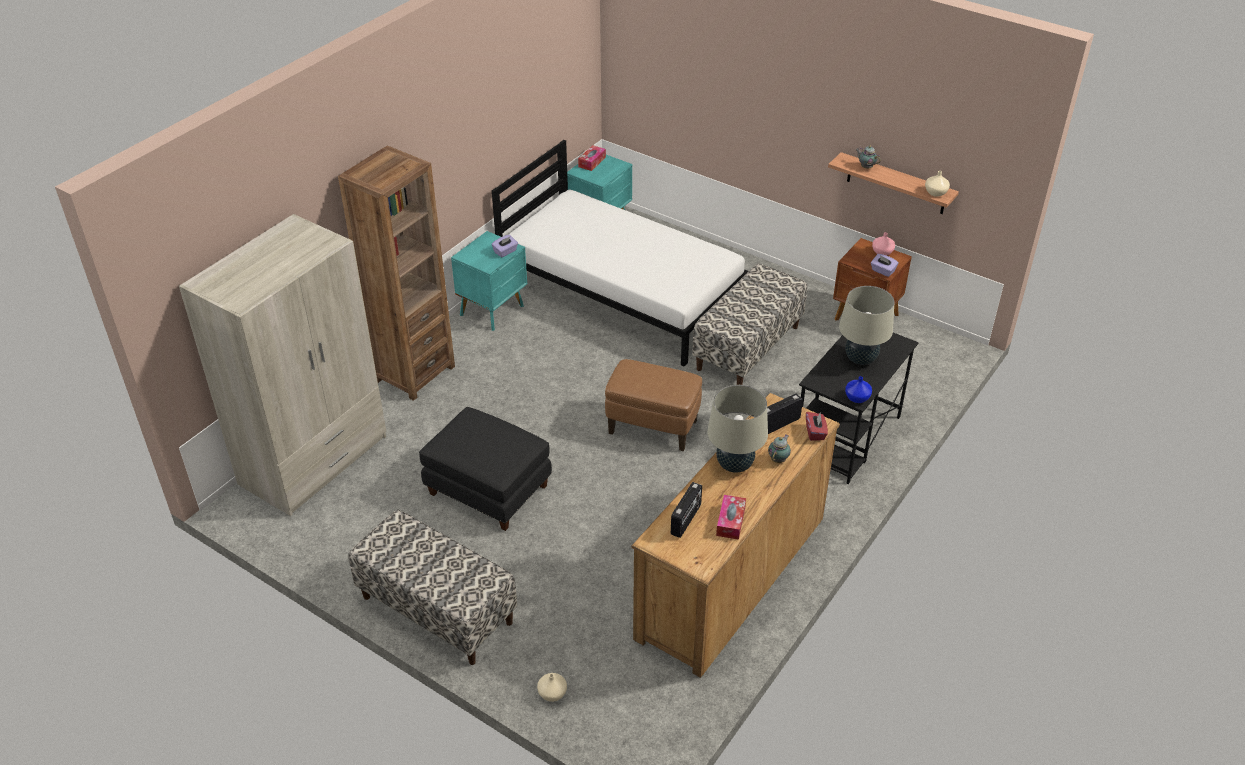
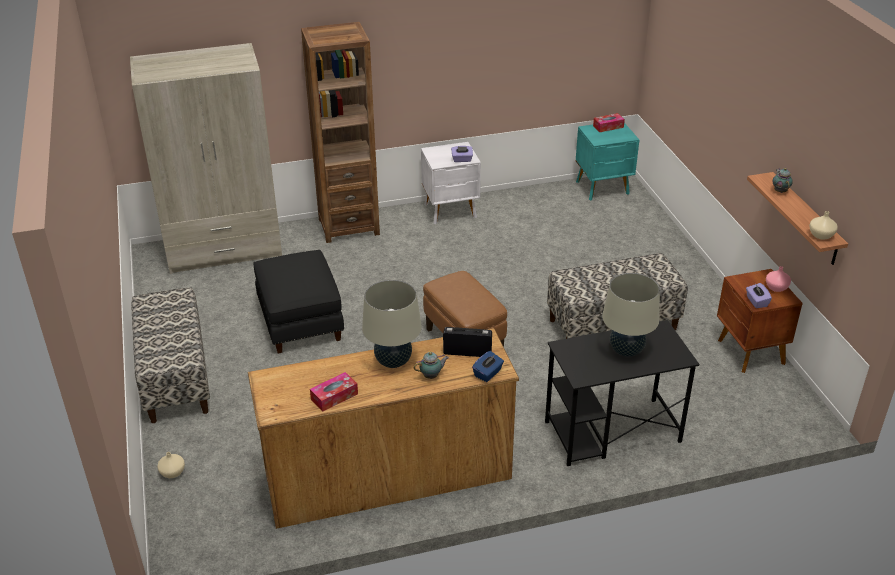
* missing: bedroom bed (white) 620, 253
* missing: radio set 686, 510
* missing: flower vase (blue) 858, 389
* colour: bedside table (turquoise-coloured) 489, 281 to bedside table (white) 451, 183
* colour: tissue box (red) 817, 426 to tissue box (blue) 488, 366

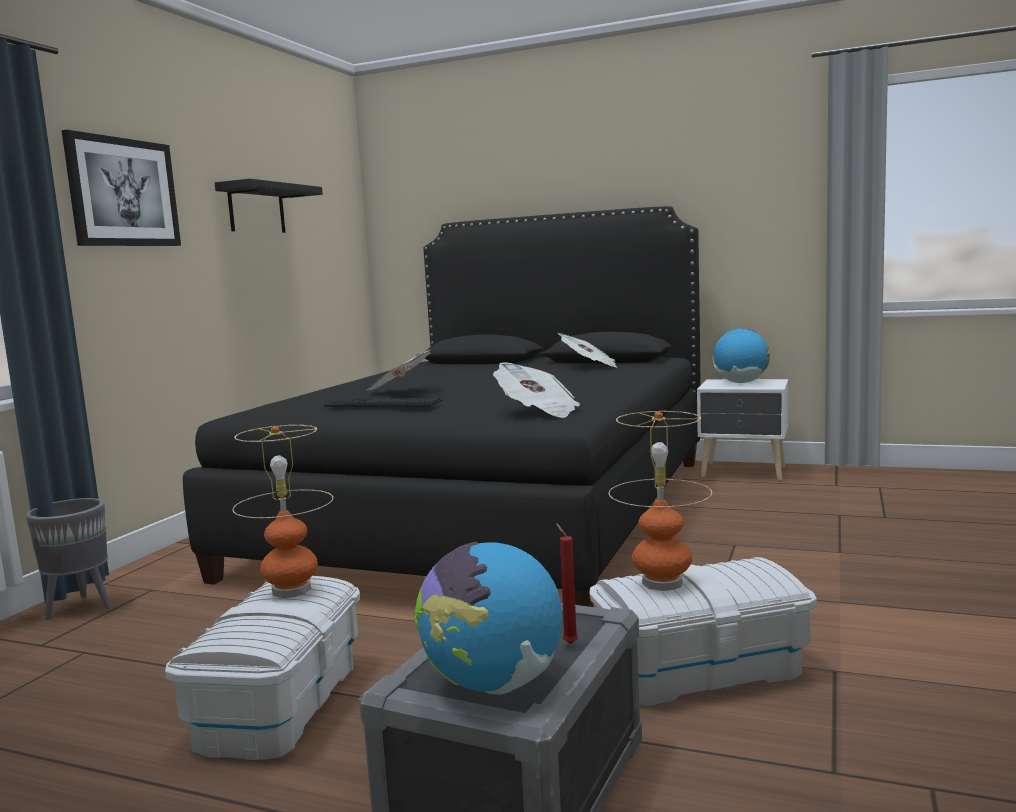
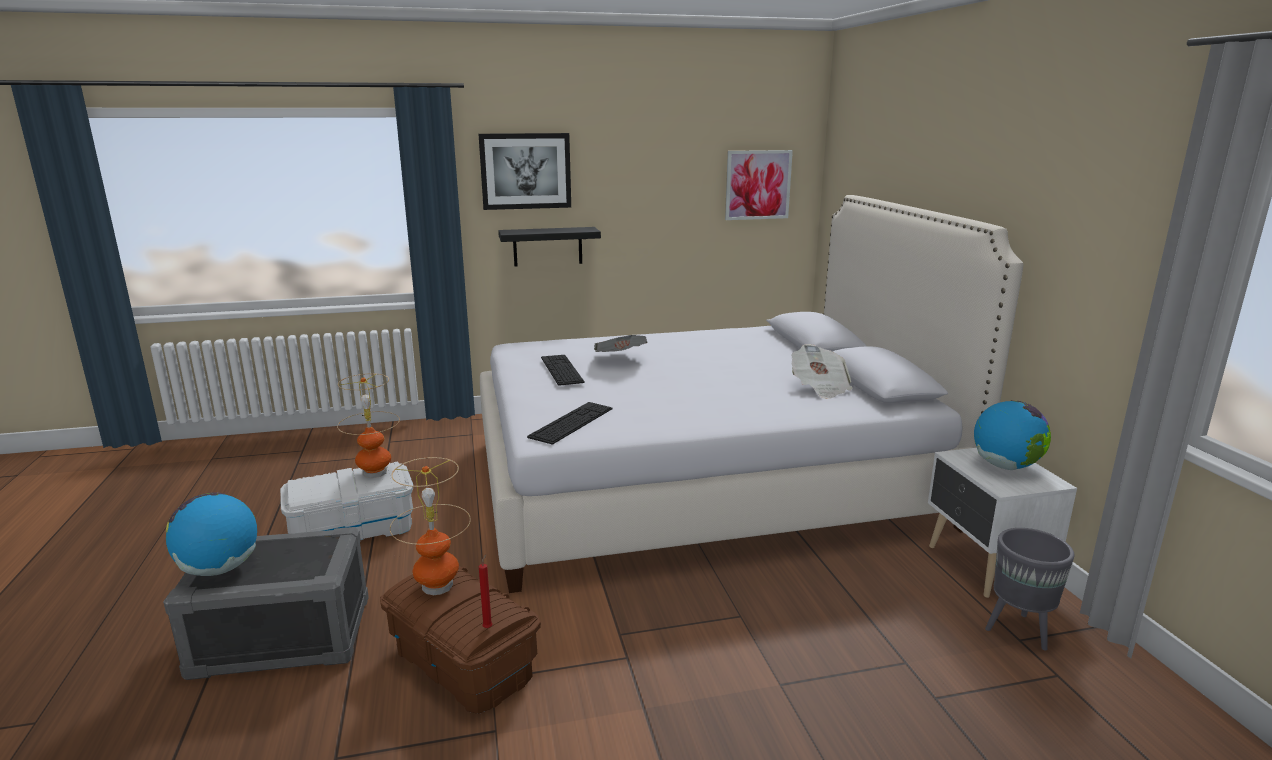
* appeared: wall art 759, 185
* relocated: plant pot (greyish) 68, 559 to 1030, 589
* relocated: bracket shelf (black) 269, 205 to 549, 247
* relocated: wax candle (red) 567, 583 to 486, 591
* exchanged: printed paper 536, 390 to PC keyboard 570, 423
* colour: bedroom bed (black) 441, 406 to bedroom bed (white) 751, 394
* colour: storage container (white) 703, 631 to storage container (brown-coloured) 460, 640

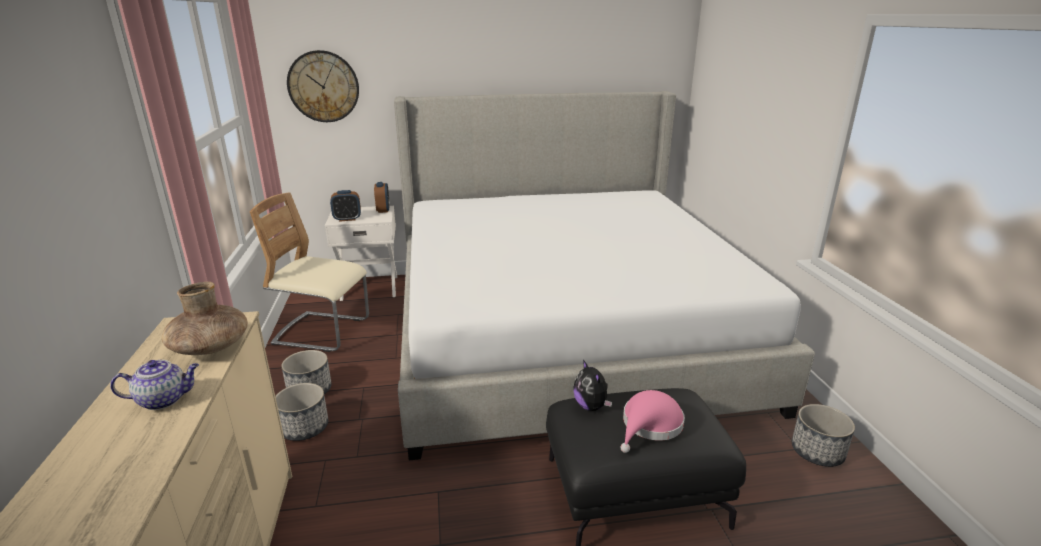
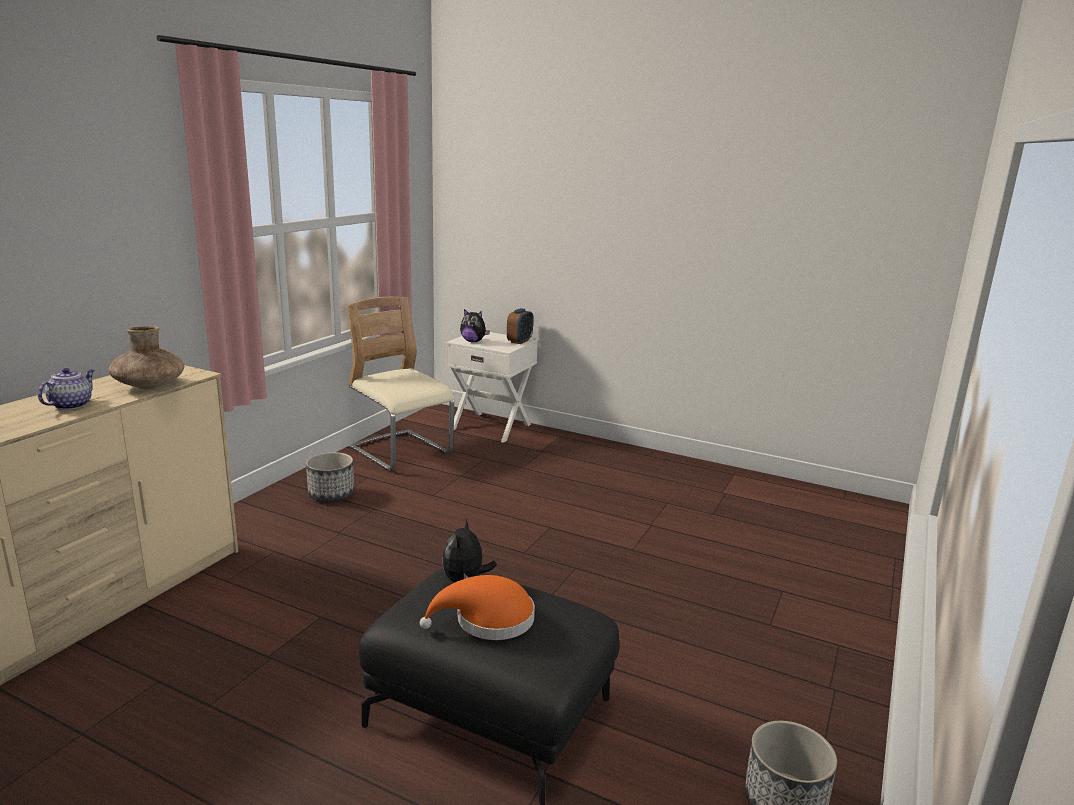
* missing: plant pot 301, 412
* missing: hanging clock 323, 86
* missing: bedroom bed 604, 275
* exchanged: bedside clock 345, 206 to soft toy 475, 325
* colour: hat (pink-coloured) 652, 421 to hat (orange-coloured) 477, 607
* spun: teapot 154, 385 = 66, 389 90 degrees counterclockwise

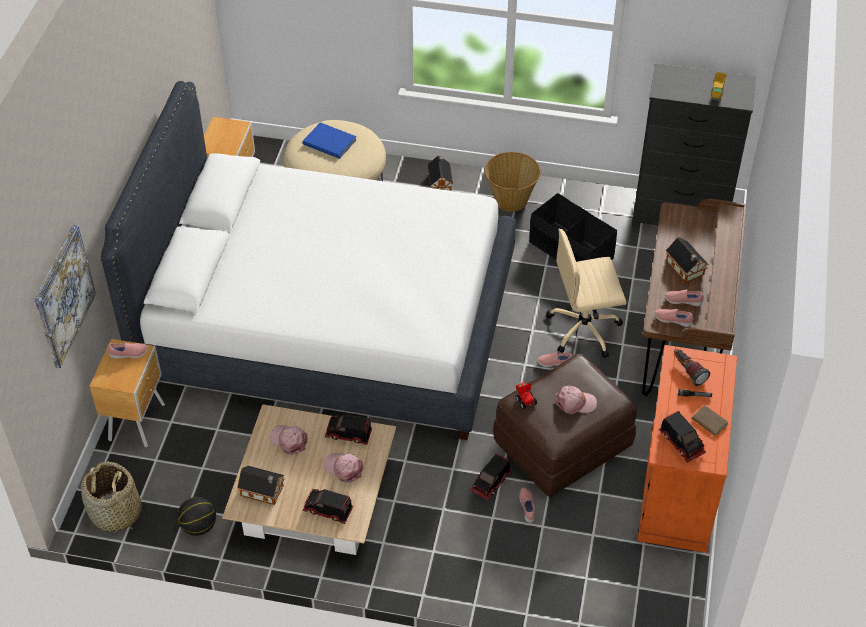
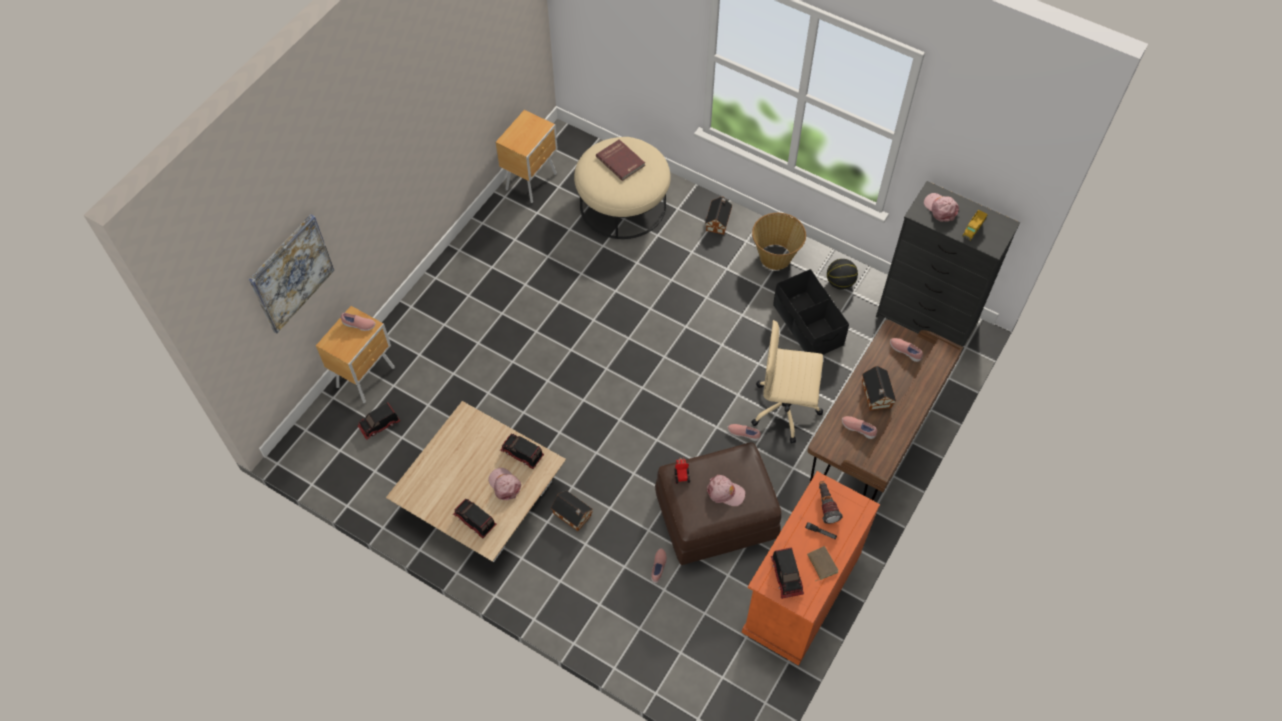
* missing: basket 111, 496
* missing: bedroom bed (white) 308, 260
* relocated: ball for basketball 196, 516 to 842, 274
* relocated: model house 261, 485 to 572, 510
* relocated: baseball cap (pink-coloured) 289, 440 to 941, 207
* relocated: toy lorry 491, 476 to 379, 421
* relocated: item of footwear (pink-coloured) 673, 318 to 906, 350
* colour: bound book (blue) 329, 140 to bound book (red) 620, 160

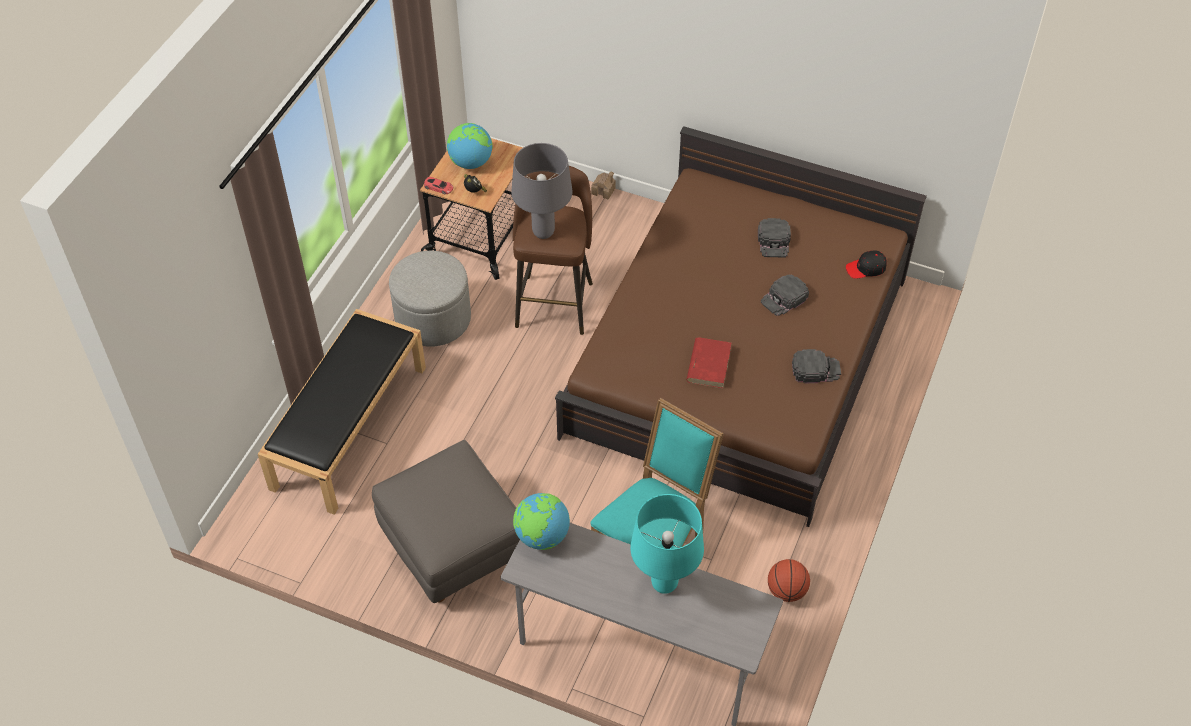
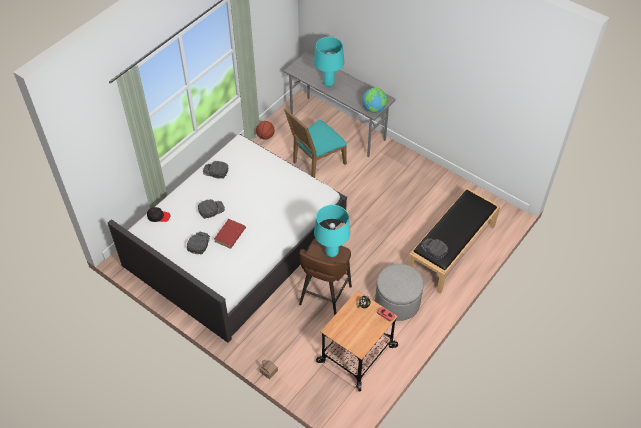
* missing: pouffe (greyish) 446, 521
* missing: desk globe 470, 146
* appeared: baseball cap (black) 434, 249
* relocated: bound book (red) 709, 362 to 230, 234
* colour: table lamp (greyish) 542, 191 to table lamp (turquoise-coloured) 332, 231
* colour: bedroom bed (brown-coloured) 741, 326 to bedroom bed (white) 227, 238

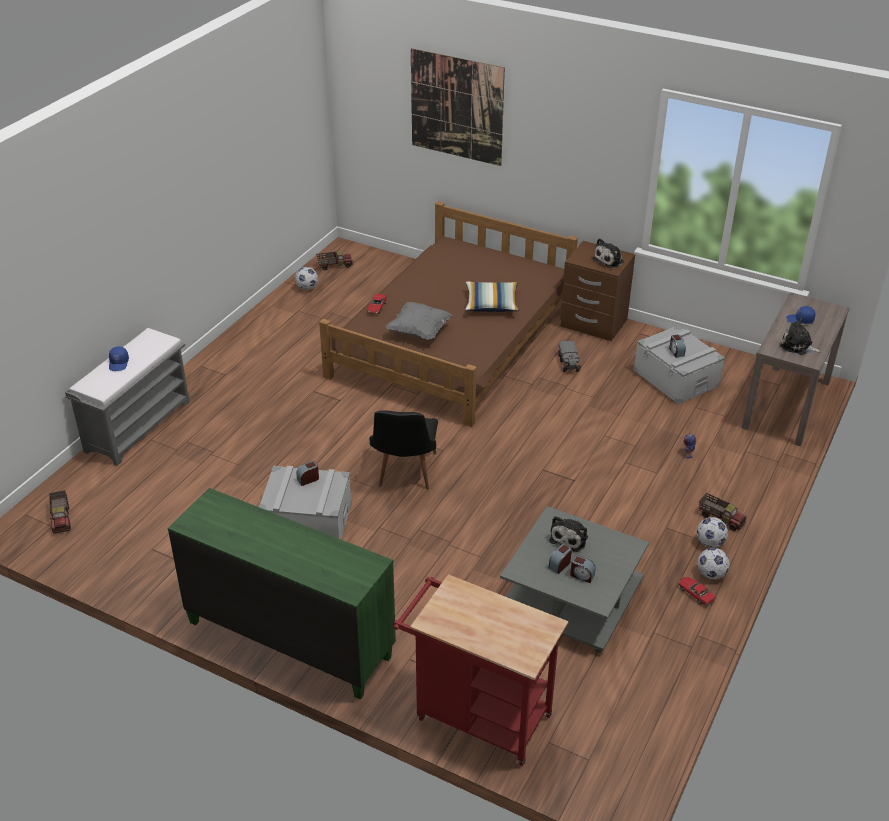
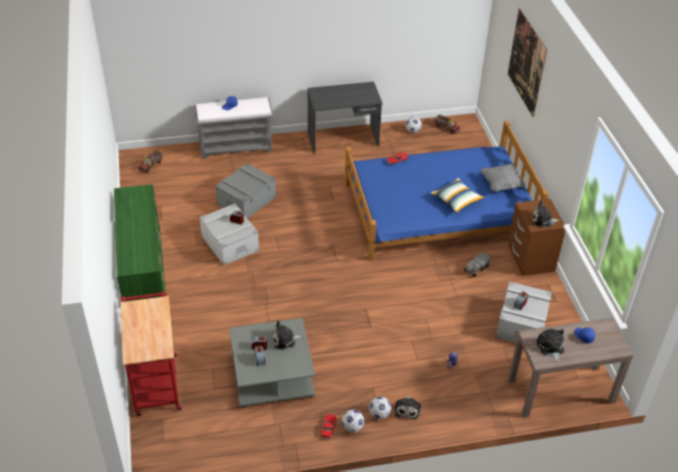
* missing: chair (black) 404, 450
* appeared: storage container (greyish) 245, 191
* appeared: desk (greyish) 345, 117
* relocated: pillow (greyish) 419, 321 to 503, 178
* exchanged: toy lorry 723, 512 to soft toy 408, 407
* colour: bedroom bed (brown-coloured) 448, 314 to bedroom bed (blue) 447, 191

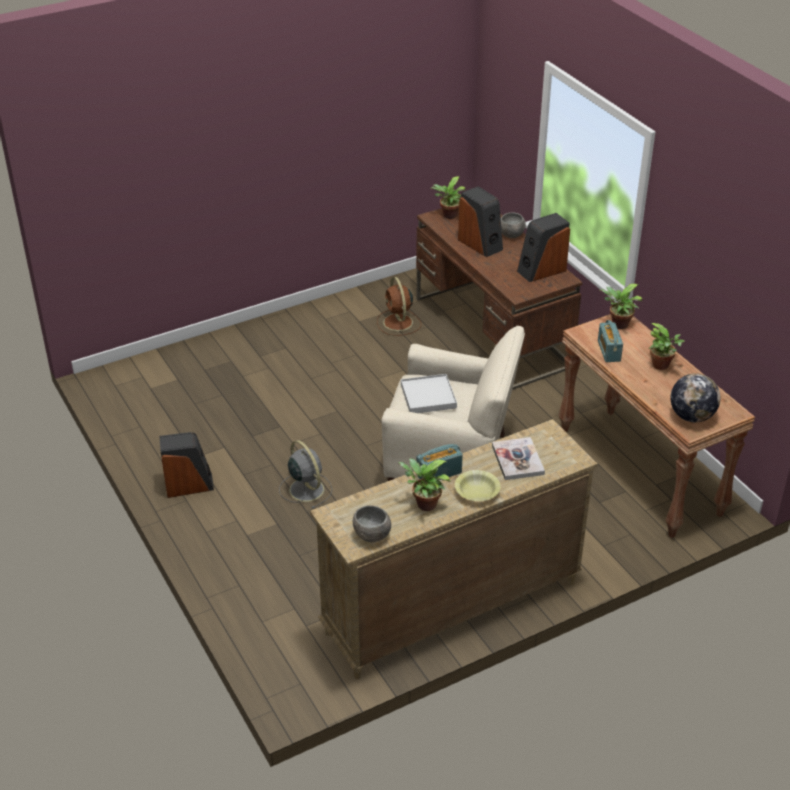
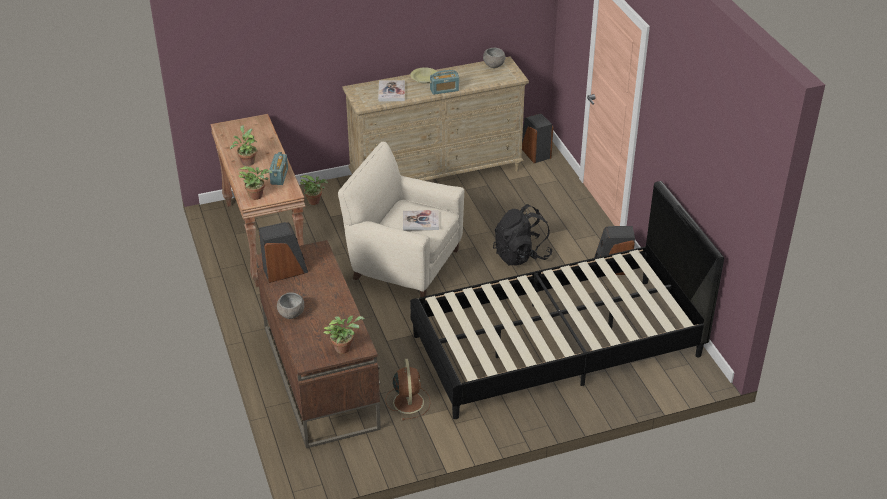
* missing: desk globe 695, 397
* appeared: bedroom bed (black) 567, 300
* relocated: houseplant 424, 484 to 314, 190
* relocated: loudspeaker 480, 221 to 537, 138
* exchanged: fan (greyish) 305, 474 to rucksack (black) 523, 235
* exchanged: carrying tray (white) 429, 393 to bound book 421, 220

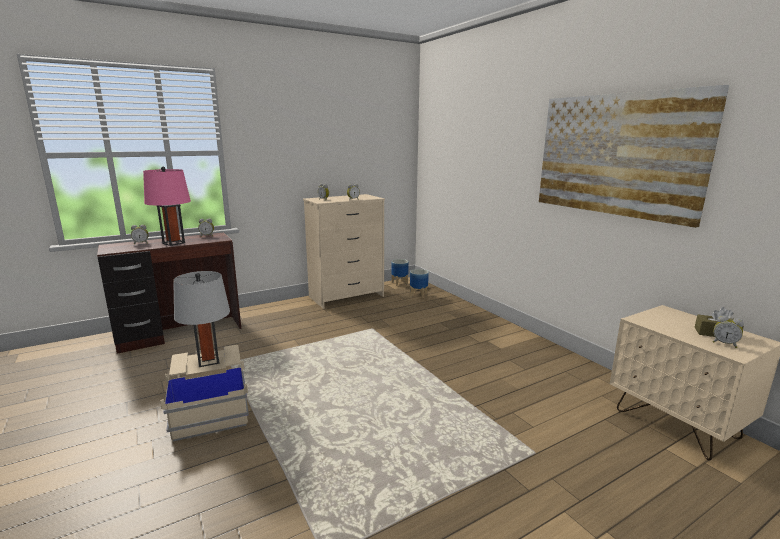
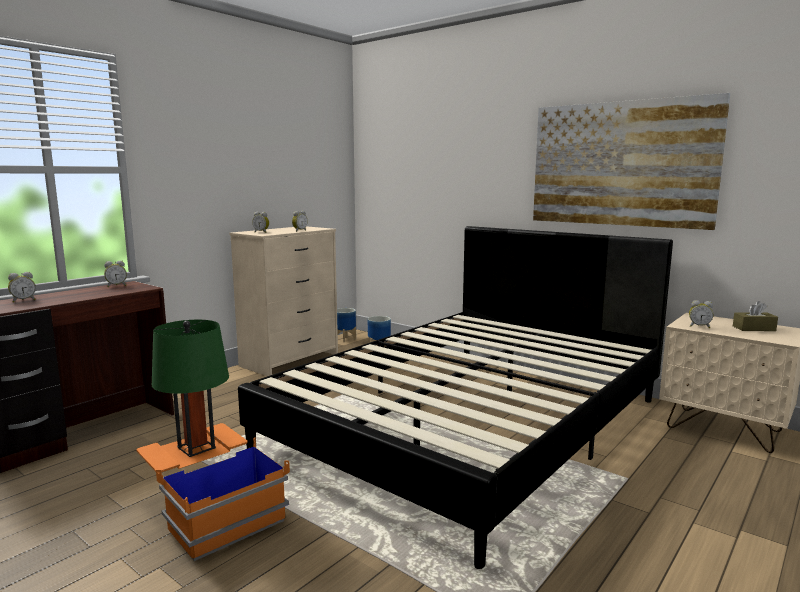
* missing: table lamp (pink-coloured) 167, 206
* appeared: bedroom bed (black) 455, 397
* relocated: bedside clock 728, 331 to 701, 314
* colour: storage container (beige-coloured) 204, 393 to storage container (orange-coloured) 213, 492
* colour: table lamp (greyish) 201, 319 to table lamp (greenish) 190, 388

